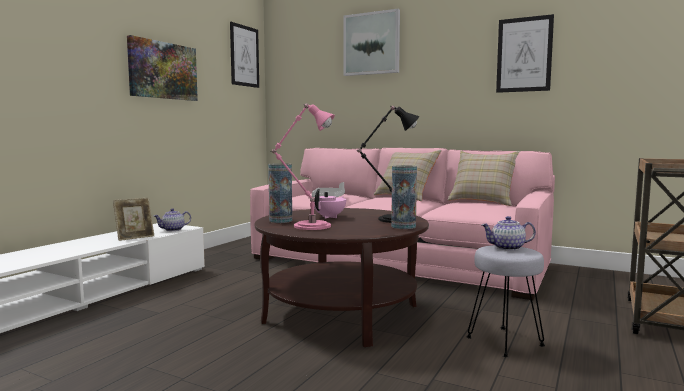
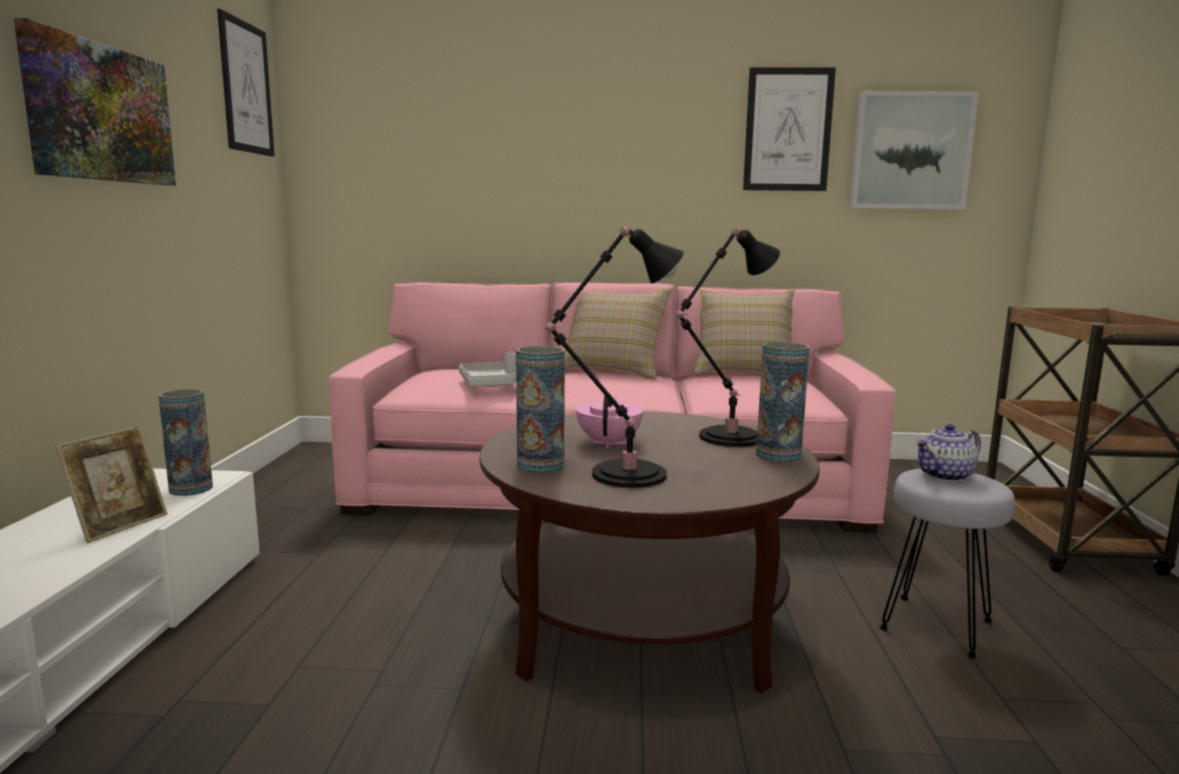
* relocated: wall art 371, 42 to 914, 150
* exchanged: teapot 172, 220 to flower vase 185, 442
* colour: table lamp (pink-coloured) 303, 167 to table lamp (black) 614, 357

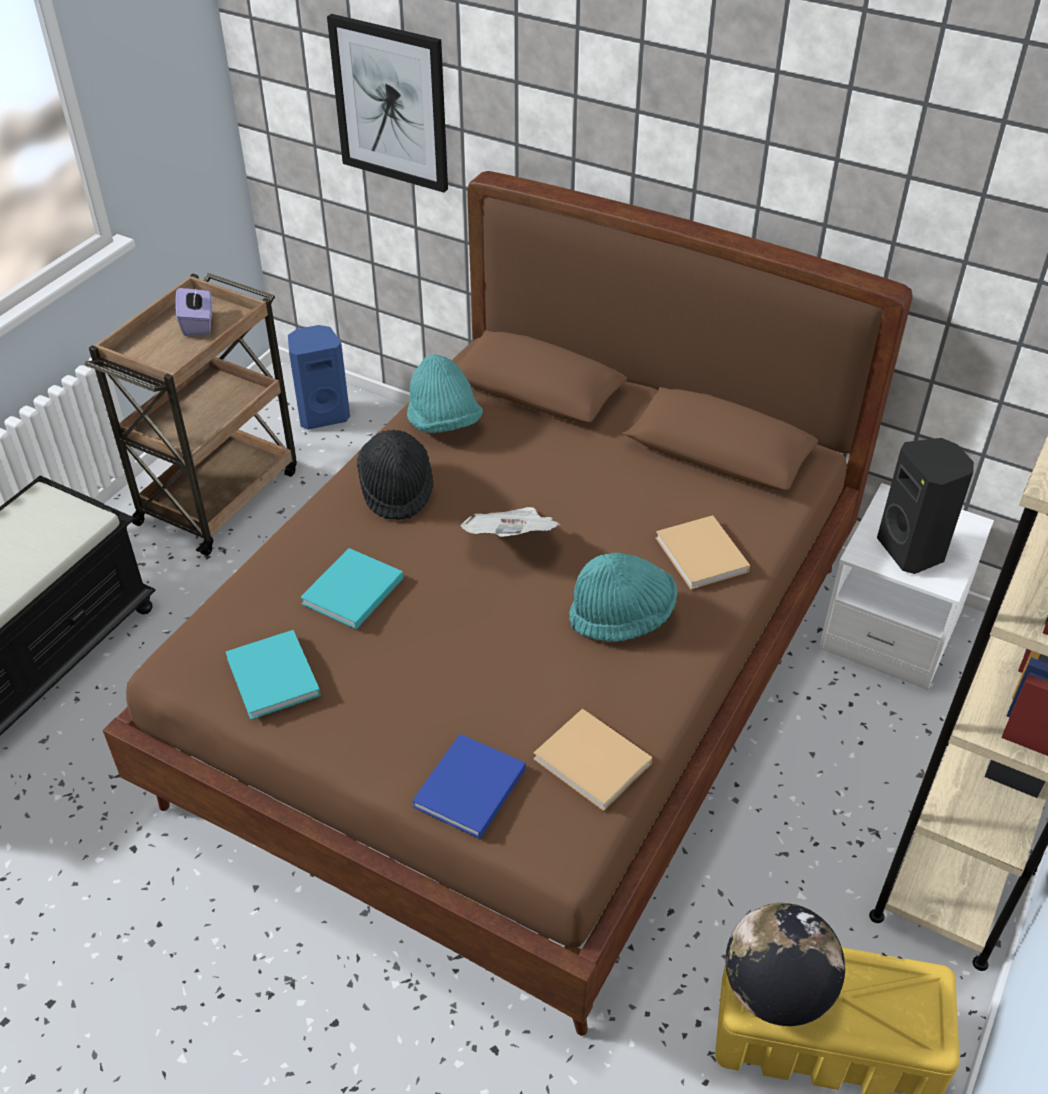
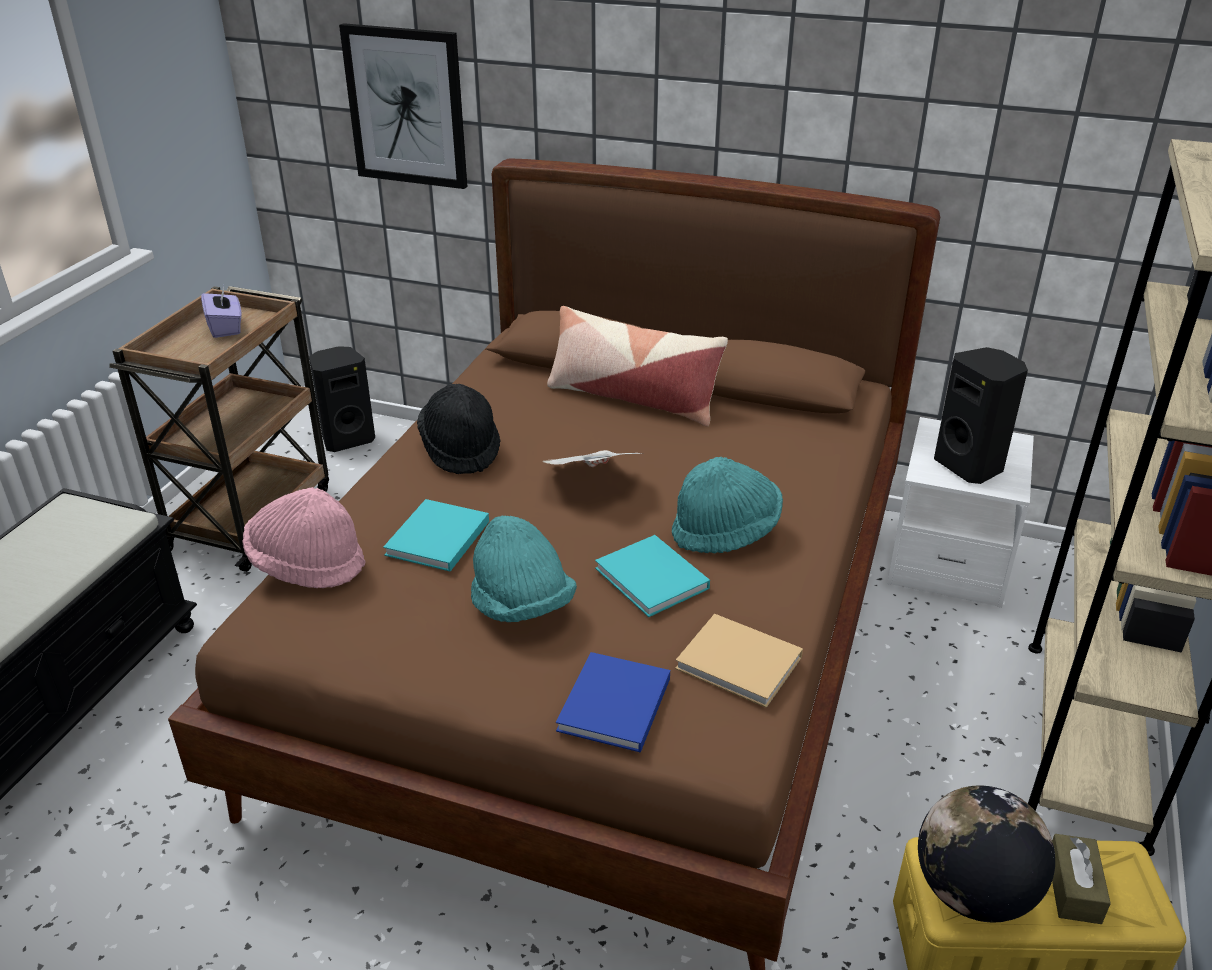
* missing: bound book (beige-coloured) 703, 552
* appeared: hat (pink-coloured) 304, 537
* appeared: pillow 637, 366
* appeared: tissue box (brown-coloured) 1081, 879
* relocated: bound book (turquoise-coloured) 273, 675 to 652, 576
* relocated: hat (turquoise-coloured) 445, 393 to 524, 569
* colour: loudspeaker (blue) 319, 377 to loudspeaker (black) 342, 399

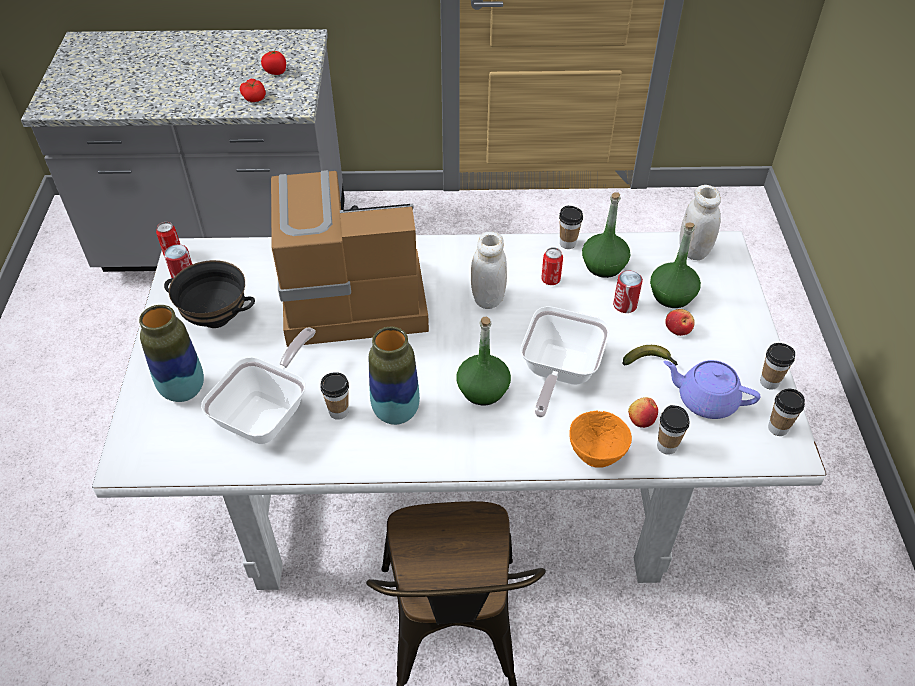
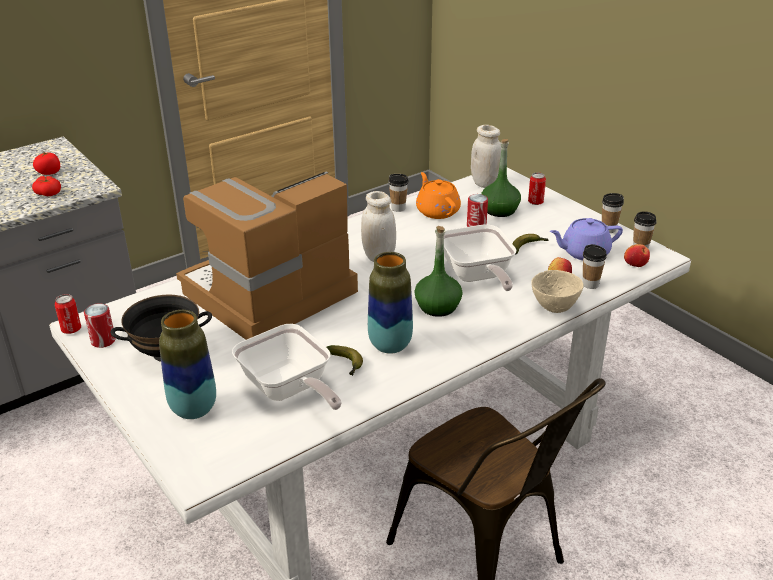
* relocated: can 552, 266 to 537, 188
* relocated: apple 680, 322 to 637, 255
* exchanged: cup 334, 396 to whole banana 344, 360
* exchanged: drink bottle (greenish) 606, 235 to teapot (orange-coloured) 438, 195
* colour: serving bowl (orange-coloured) 600, 439 to serving bowl (beige-coloured) 557, 291
* spun: pan 258, 386 = 287, 367 150 degrees clockwise

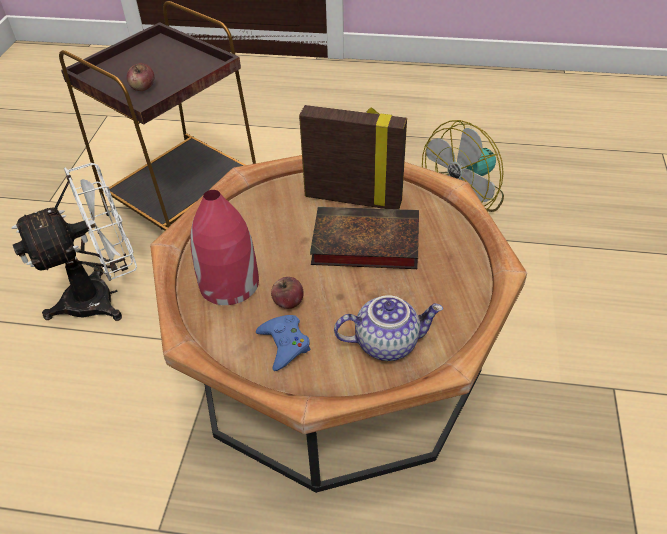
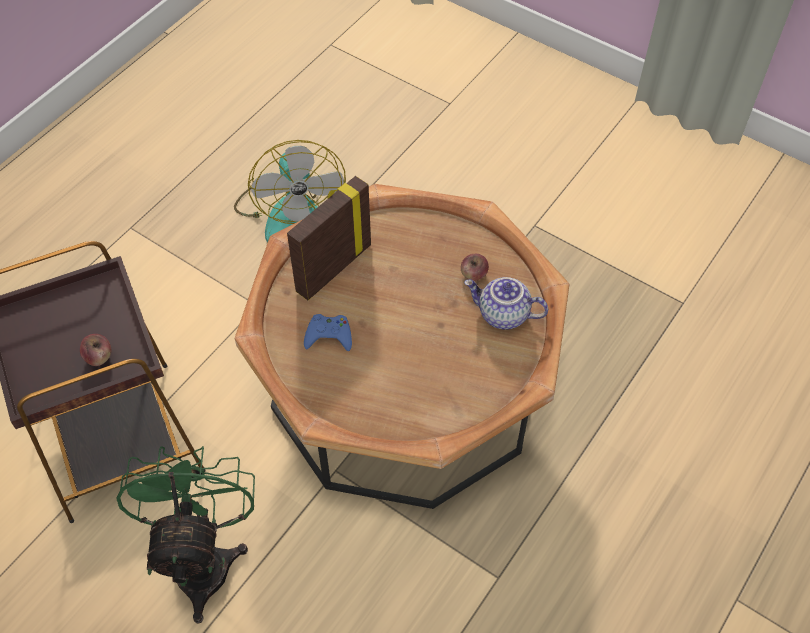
* missing: flower vase (red) 224, 247
* missing: bound book 364, 238
* relocated: joypad (blue) 283, 343 to 328, 332
* relocated: apple 287, 293 to 475, 267
* colour: fan (white) 74, 242 to fan (greenish) 185, 535
* spun: teapot 388, 328 = 506, 303 90 degrees counterclockwise

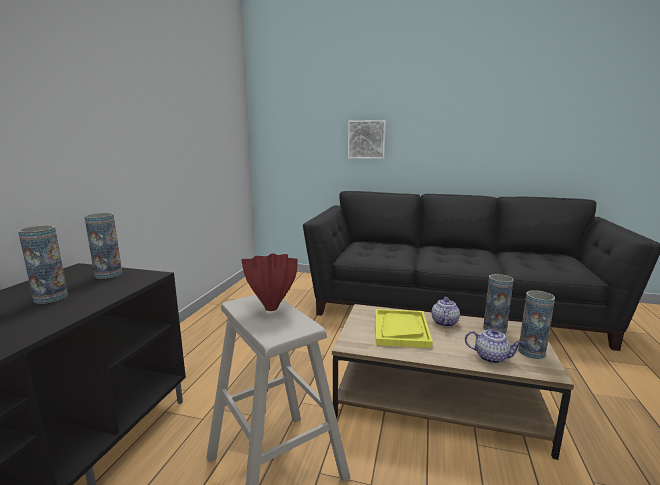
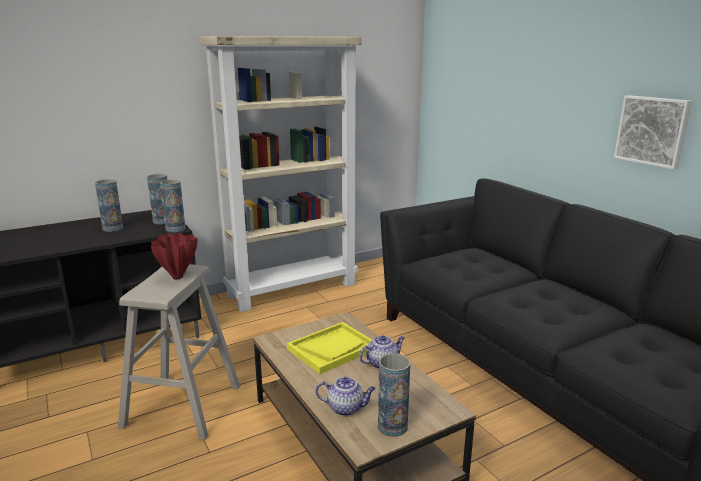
* appeared: bookcase (beige-coloured) 280, 174
* relocated: wall art 367, 139 to 653, 132
* relocated: flower vase 498, 304 to 173, 206
* spun: teapot 494, 346 = 346, 396 60 degrees counterclockwise

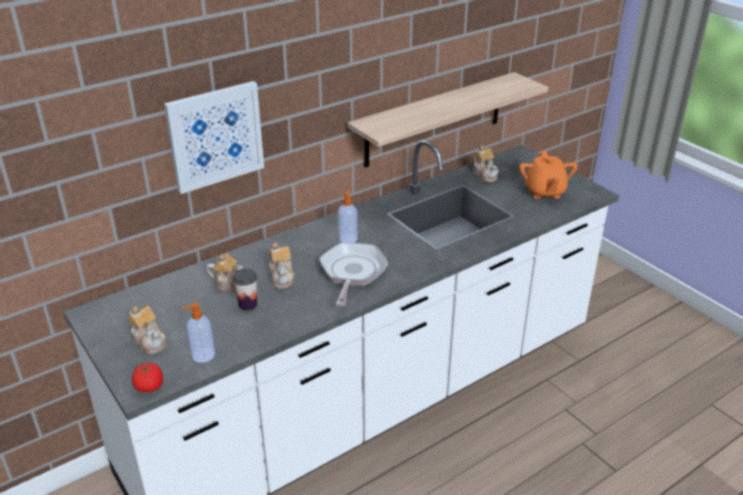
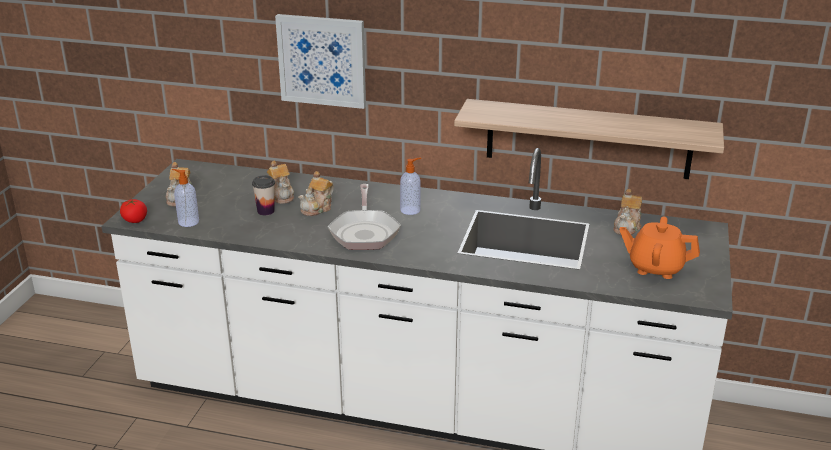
* spun: pan 353, 274 = 364, 217 120 degrees clockwise
* spun: teapot (orange-coloured) 548, 175 = 660, 247 60 degrees clockwise

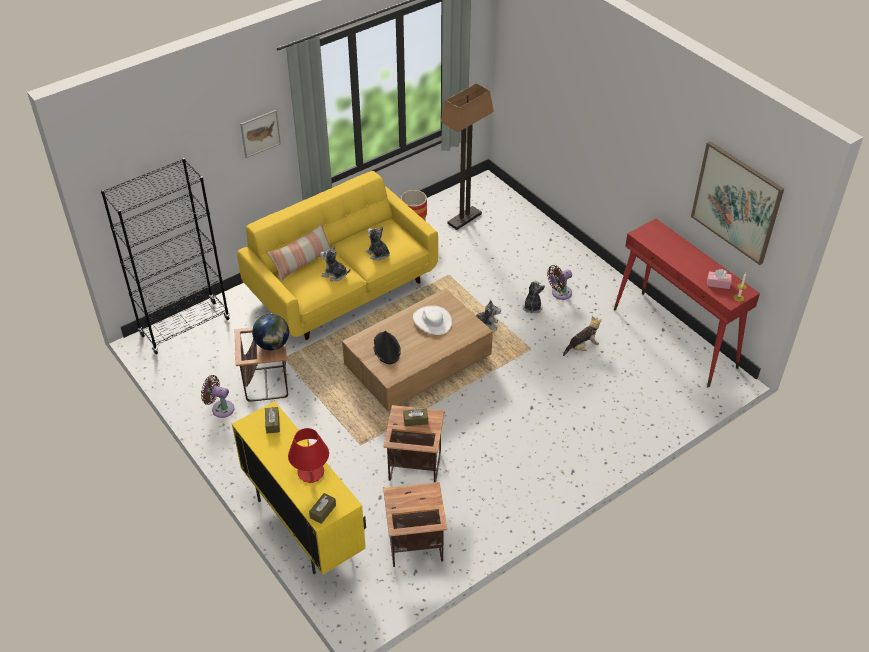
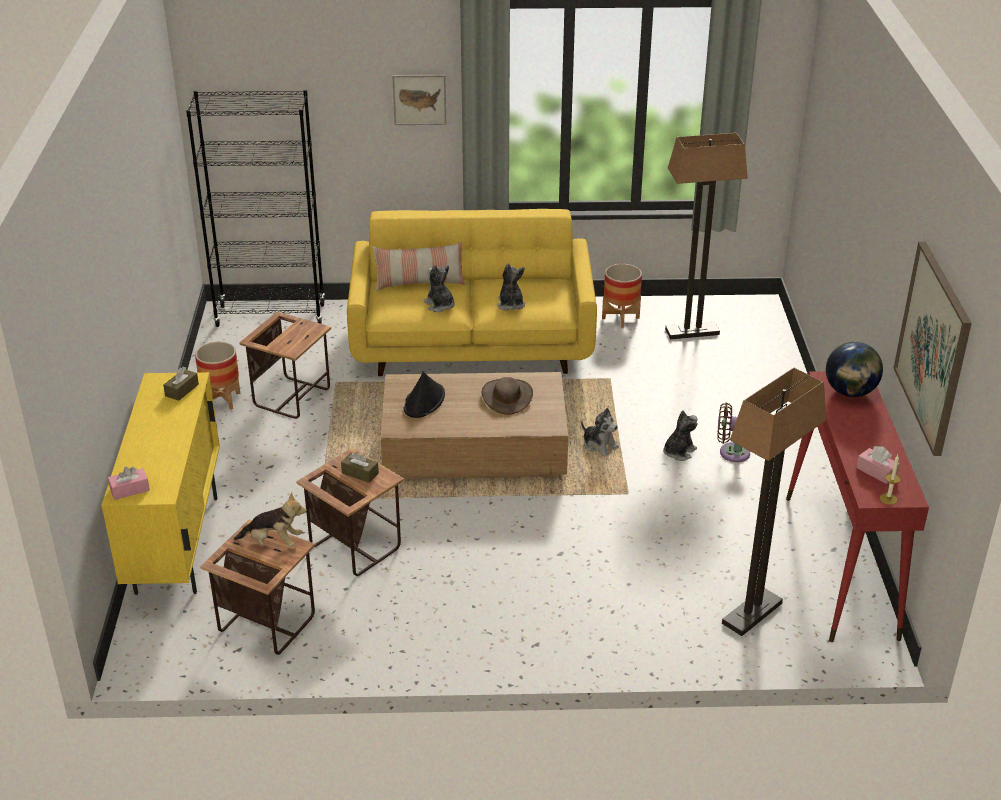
* missing: table lamp (red) 308, 455
* appeared: floor lamp 774, 502
* relocated: desk globe 270, 332 to 854, 369
* relocated: soft toy 582, 336 to 270, 519
* exchanged: fan (brown-coloured) 217, 396 to plant pot 217, 376
* colour: tissue box (brown-coloured) 322, 508 to tissue box (pink-coloured) 129, 483
* colour: hat (white) 432, 320 to hat (brown-coloured) 507, 396

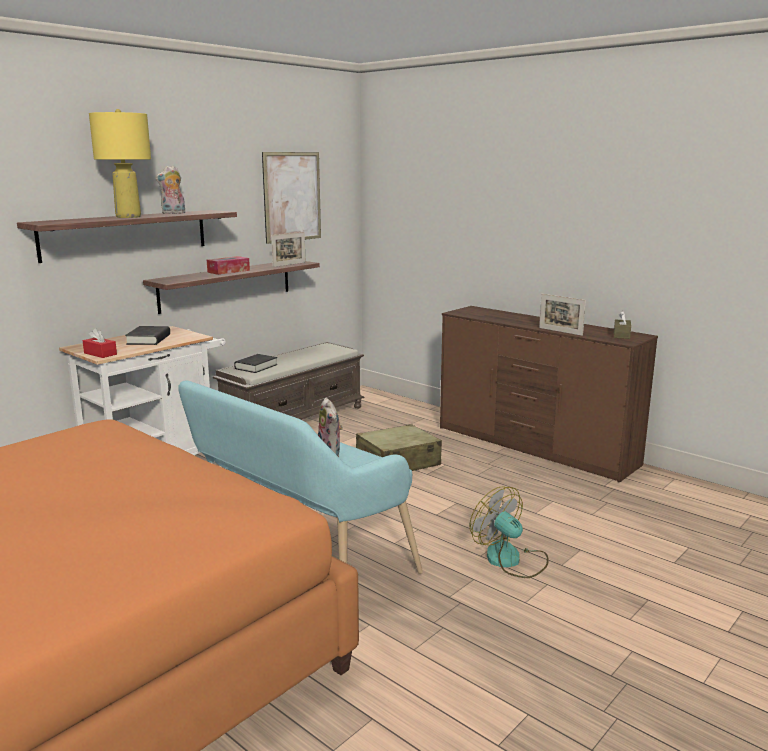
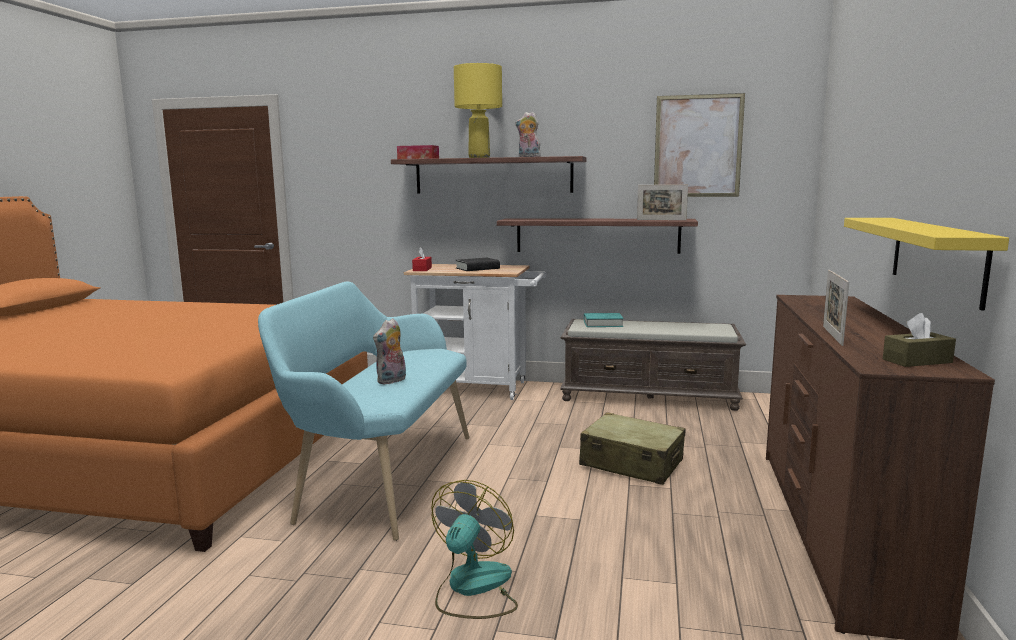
* appeared: bracket shelf (yellowish) 926, 264
* relocated: tissue box 228, 265 to 418, 152
* colour: bound book (black) 255, 363 to bound book (turquoise-coloured) 604, 320

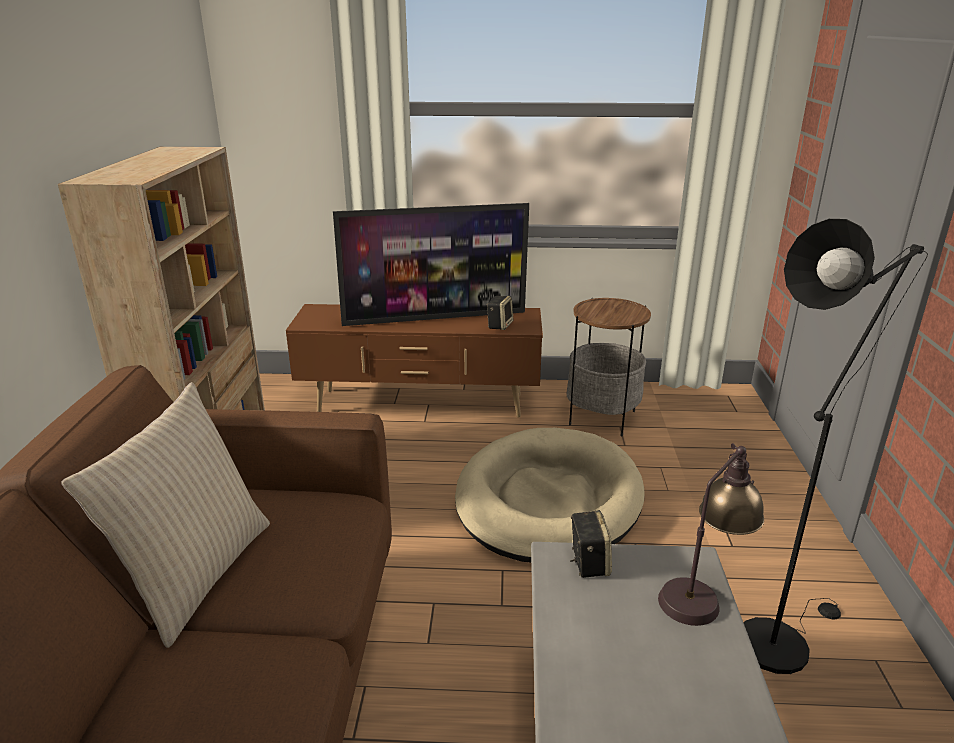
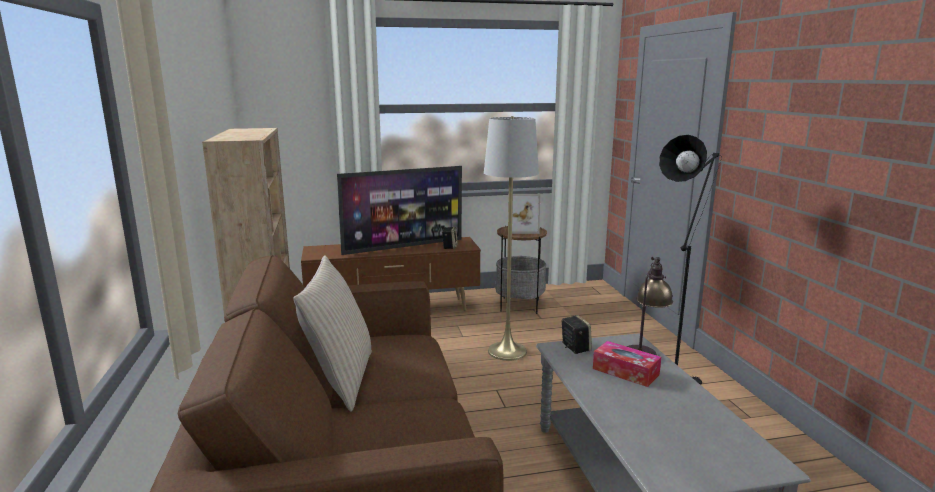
* appeared: picture frame 524, 214
* appeared: tissue box 627, 364
* exchanged: dog bed (beige-coloured) 550, 495 to floor lamp (greyish) 511, 238

